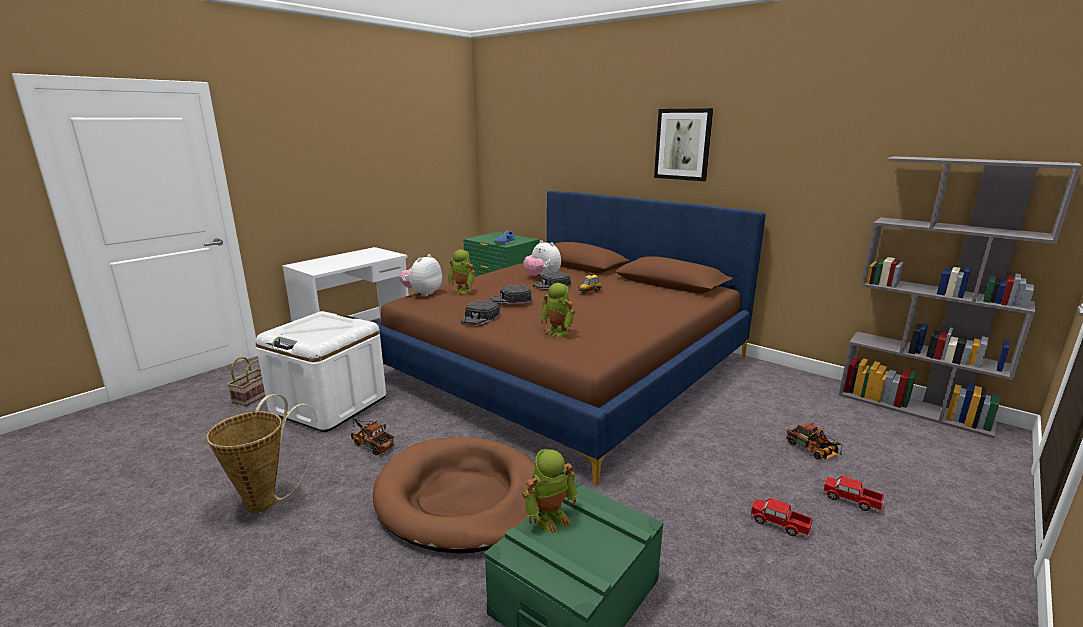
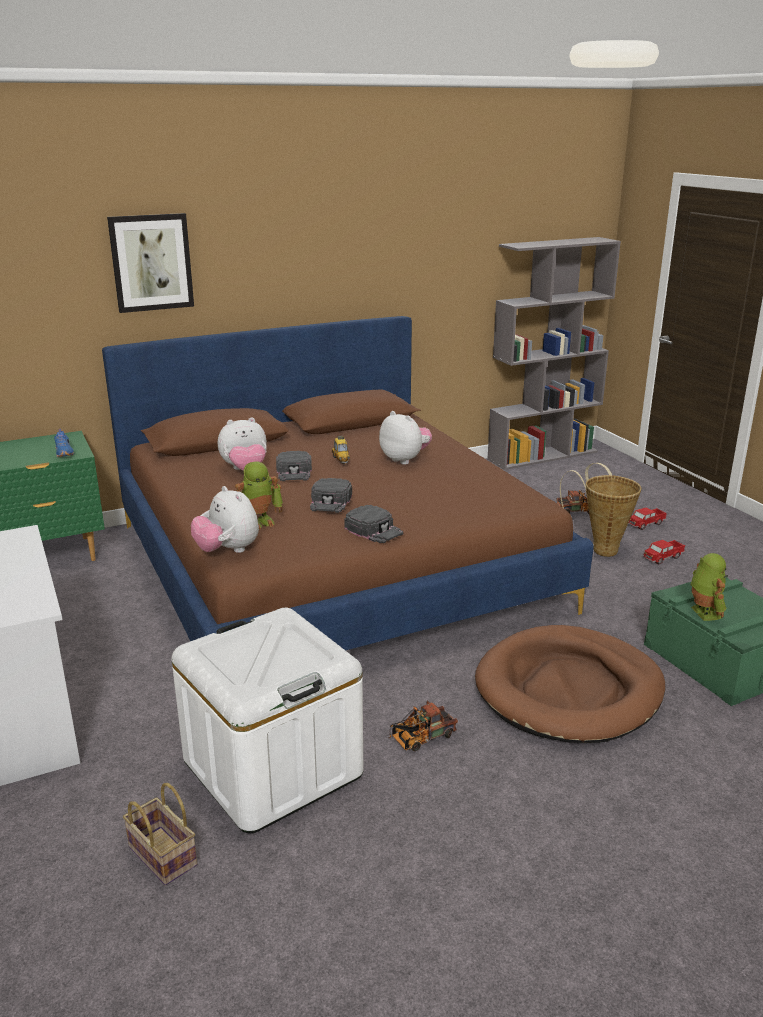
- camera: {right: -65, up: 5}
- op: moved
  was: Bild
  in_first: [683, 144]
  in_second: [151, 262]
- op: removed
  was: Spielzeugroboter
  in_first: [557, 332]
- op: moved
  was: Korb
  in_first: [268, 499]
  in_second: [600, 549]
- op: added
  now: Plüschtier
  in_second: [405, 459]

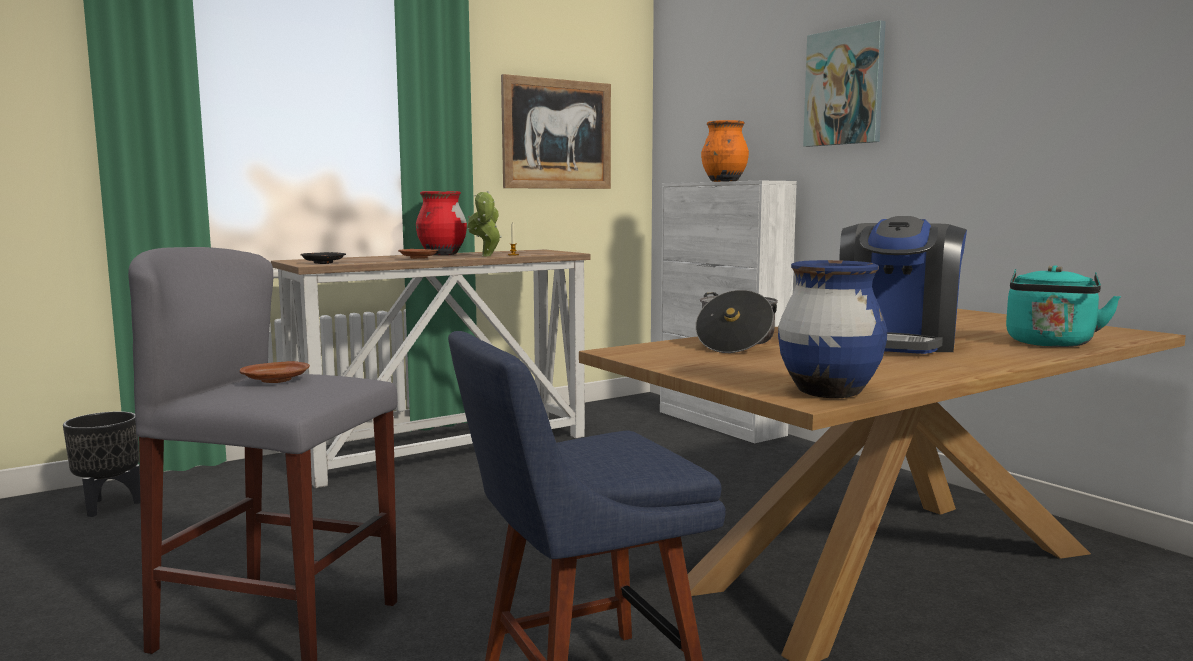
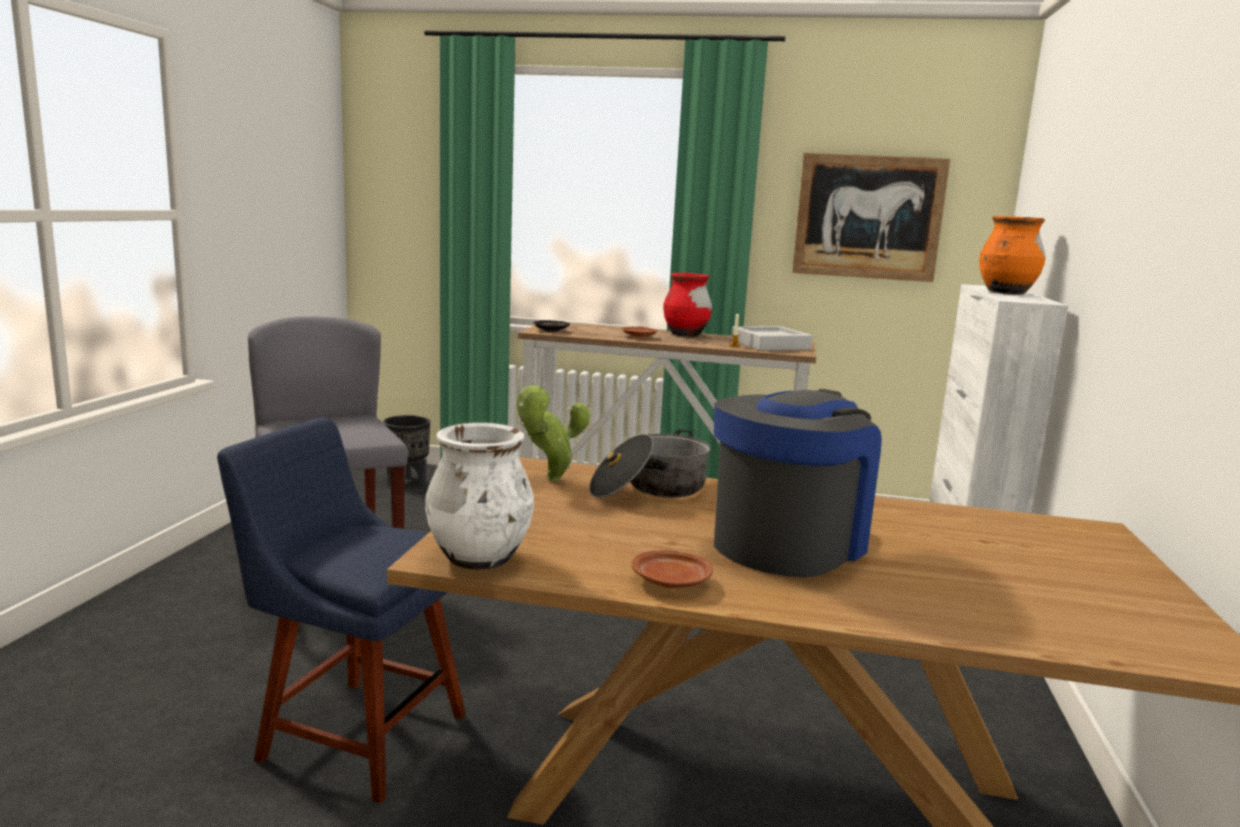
- camera: {right: 45, up: 5}
- op: removed
  was: Bild
  in_first: [844, 87]
- op: moved
  was: Topfpflanze
  in_first: [486, 256]
  in_second: [549, 480]
- op: turned
  was: Kaffeemaschine
  in_first: [896, 343]
  in_second: [788, 543]
  clockwise: 150
- op: recoloured
  was: Vase/blau
  now: Vase/weiß
  in_first: [828, 392]
  in_second: [479, 559]
- op: removed
  was: Wasserkessel/türkis
  in_first: [1050, 344]
- op: moved
  was: Teller/braun
  in_first: [277, 381]
  in_second: [672, 582]
- op: added
  now: Tablett/grau
  in_second: [770, 345]

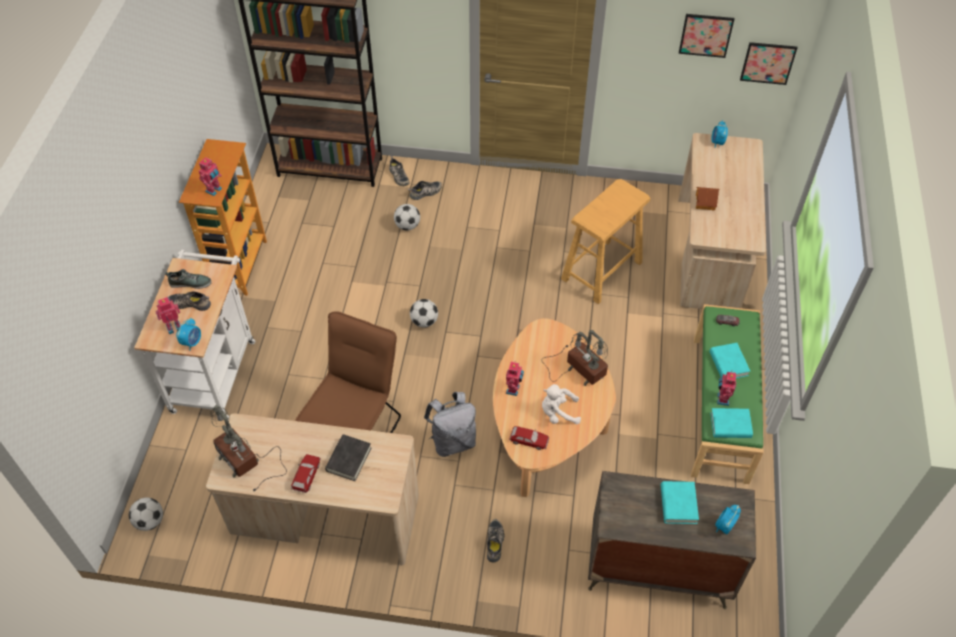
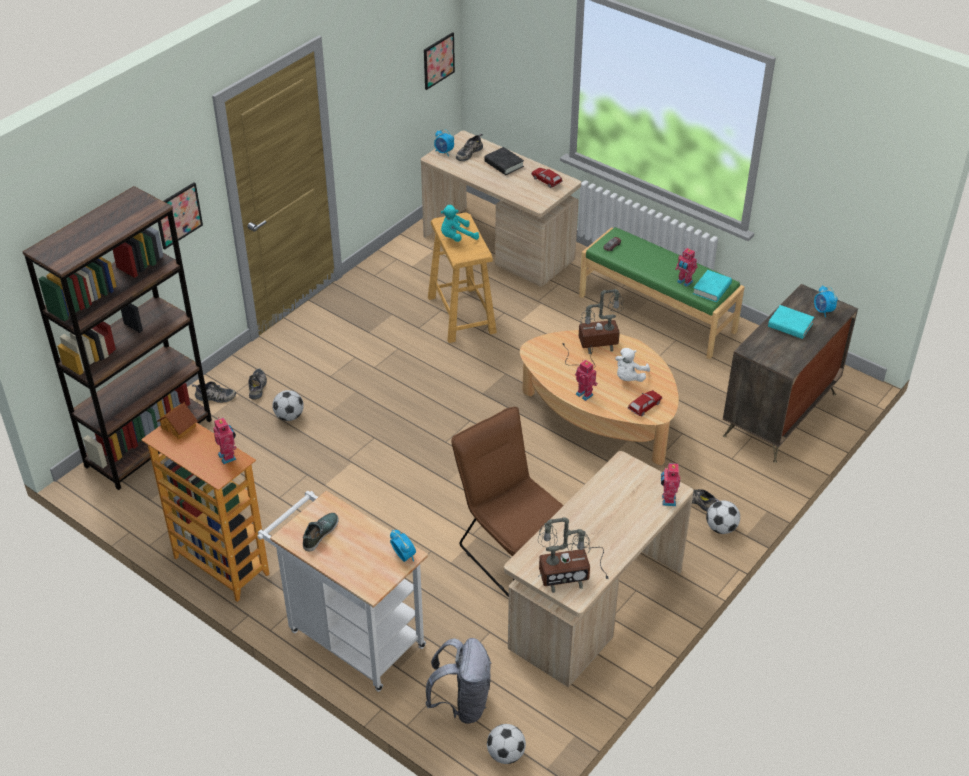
- camera: {right: -60, up: -10}
- op: moved
  was: Bild
  in_first: [706, 35]
  in_second: [178, 215]
- op: moved
  was: Spielzeughaus
  in_first: [705, 202]
  in_second: [179, 427]
- op: moved
  was: Schuh
  in_first: [190, 303]
  in_second: [468, 152]
- op: moved
  was: Spielzeugroboter
  in_first: [173, 326]
  in_second: [667, 500]
- op: moved
  was: Fußball
  in_first: [424, 321]
  in_second: [721, 528]
- op: removed
  was: Buch/türkis
  in_first: [728, 364]
- op: moved
  was: Rucksack/grau
  in_first: [452, 441]
  in_second: [462, 704]
- op: moved
  was: Buch/schwarz
  in_first: [349, 459]
  in_second: [504, 164]
- op: moved
  was: Spielzeugauto
  in_first: [306, 475]
  in_second: [546, 180]
- op: added
  now: Plüschtier/türkis
  in_second: [456, 238]

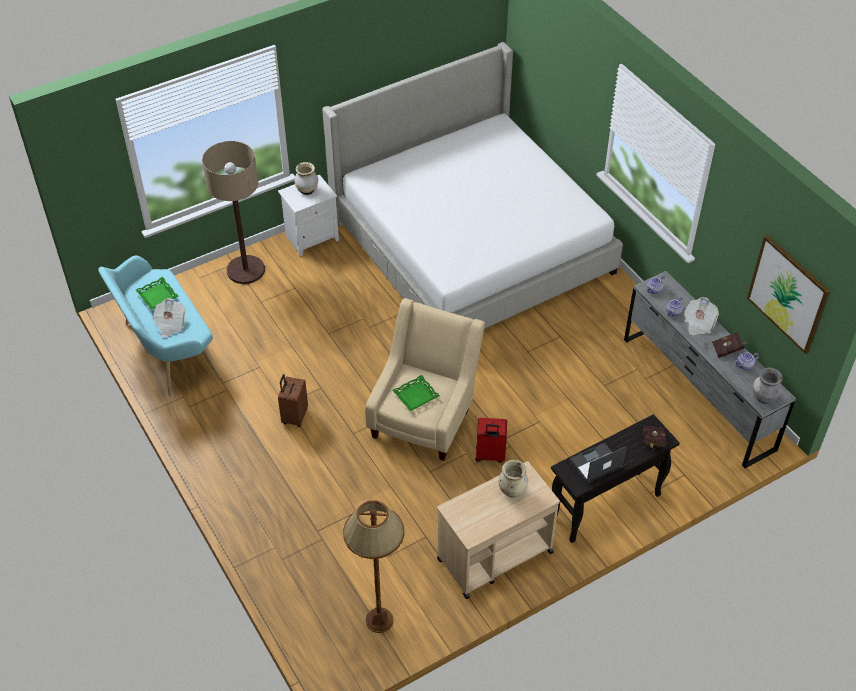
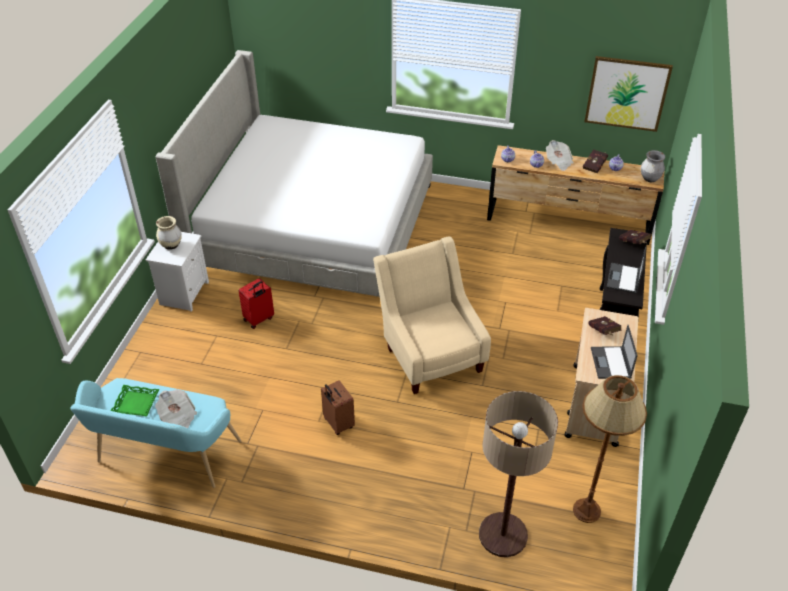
- camera: {right: -45, up: -5}
- op: moved
  was: Stehlampe
  in_first: [245, 270]
  in_second: [503, 535]
- op: recoloured
  was: Kommode/grau
  now: Kommode/braun
  in_first: [697, 393]
  in_second: [568, 222]
- op: removed
  was: Tablett/grün
  in_first: [416, 396]
- op: moved
  was: Koffer/rot
  in_first: [490, 456]
  in_second: [259, 319]
- op: replaced
  was: Vase/beige
  now: Buch/rot
  in_first: [512, 490]
  in_second: [603, 332]
- op: added
  now: Laptop
  in_second: [611, 363]

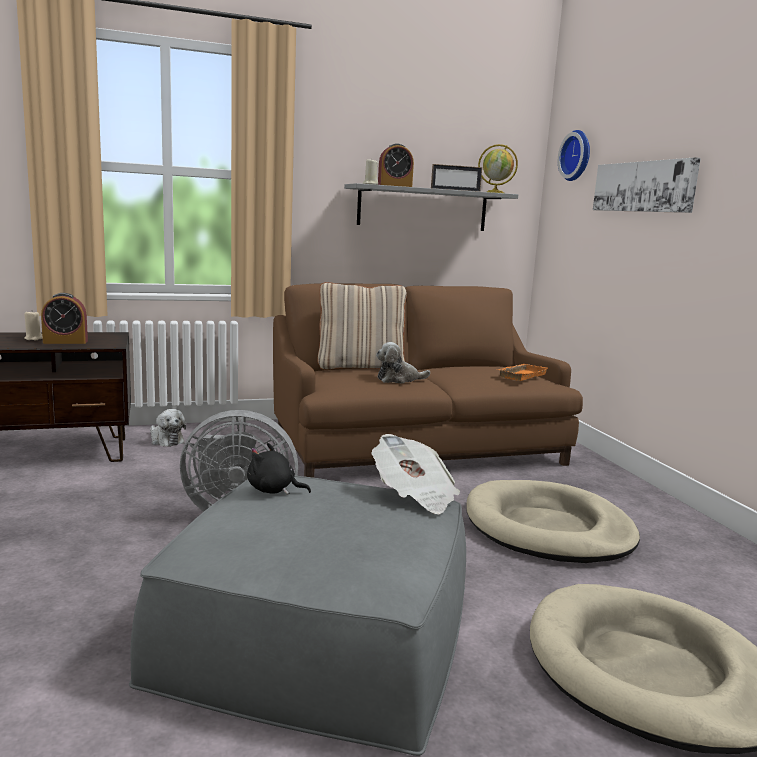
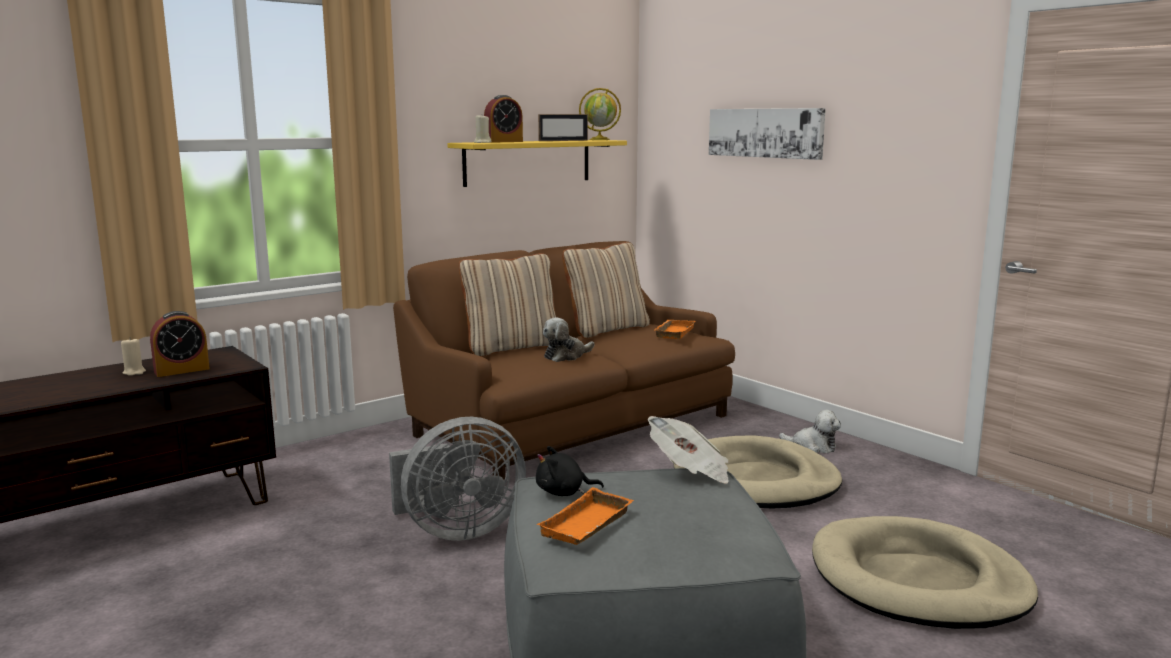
- camera: {right: -20, up: 0}
- op: removed
  was: Wanduhr
  in_first: [577, 156]
- op: recoloured
  was: Wandregal/grau
  now: Wandregal/gelb
  in_first: [423, 208]
  in_second: [528, 162]
- op: moved
  was: Plüschtier
  in_first: [166, 440]
  in_second: [812, 446]
- op: added
  now: Kissen/beige
  in_second: [606, 330]
- op: added
  now: Tablett/orange
  in_second: [588, 525]

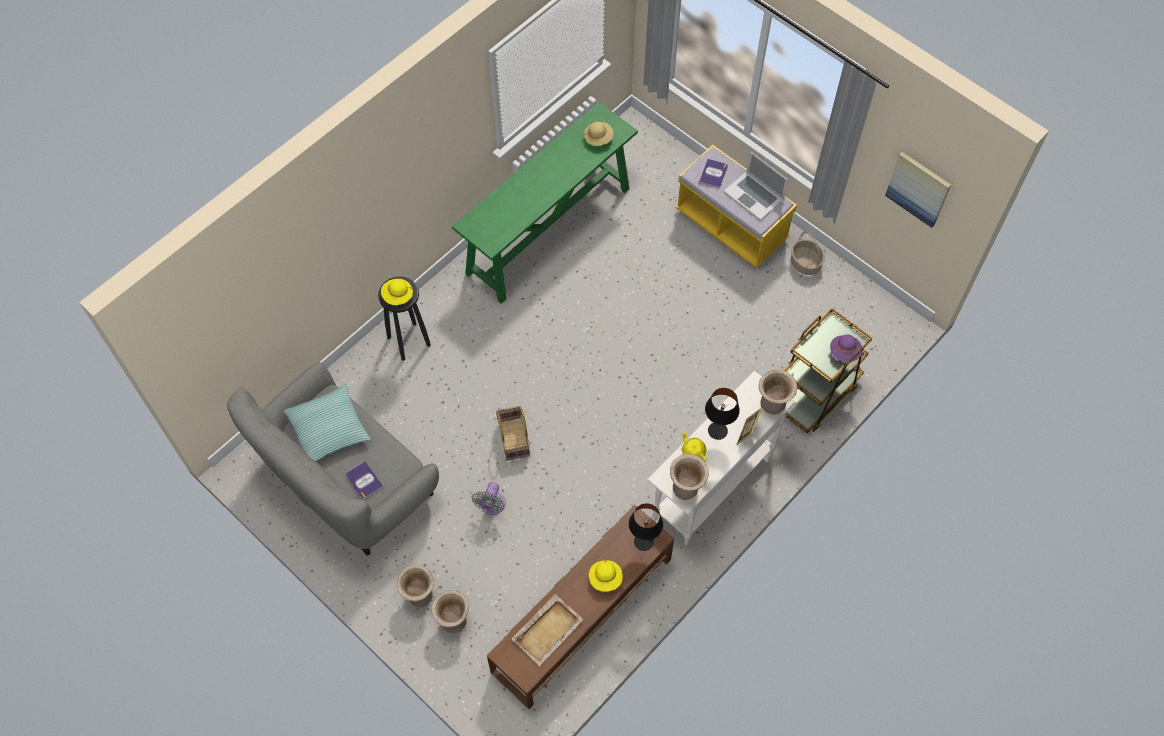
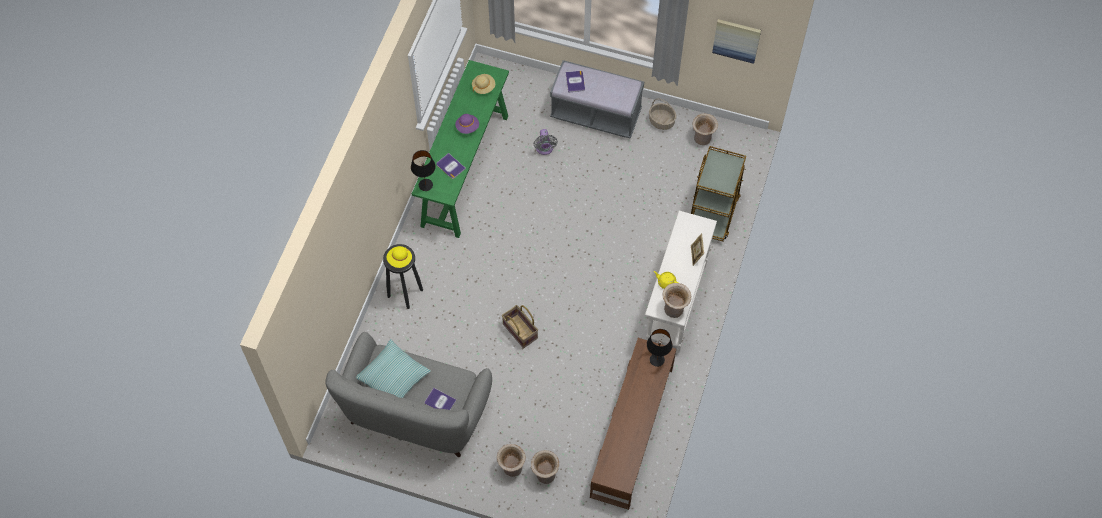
- camera: {right: -25, up: 0}
- op: recoloured
  was: Bank/gelb
  now: Bank/grau
  in_first: [731, 226]
  in_second: [596, 114]
- op: removed
  was: Laptop
  in_first: [754, 195]
- op: moved
  was: Hut/lila
  in_first: [844, 352]
  in_second: [467, 127]
- op: moved
  was: Vase/beige
  in_first: [773, 405]
  in_second: [703, 139]
- op: moved
  was: Tischlampe/schwarz
  in_first: [718, 431]
  in_second: [426, 185]
- op: moved
  was: Ventilator/grau
  in_first: [492, 506]
  in_second: [544, 149]
- op: removed
  was: Hut/gelb
  in_first: [605, 578]
- op: removed
  was: Tablett/beige
  in_first: [548, 630]
- op: added
  now: Buch
  in_second: [450, 166]

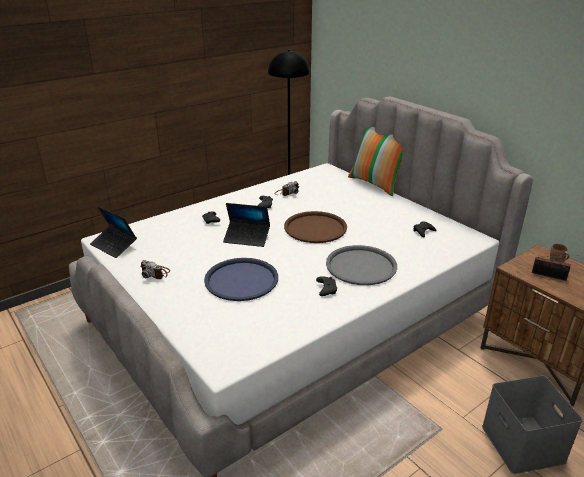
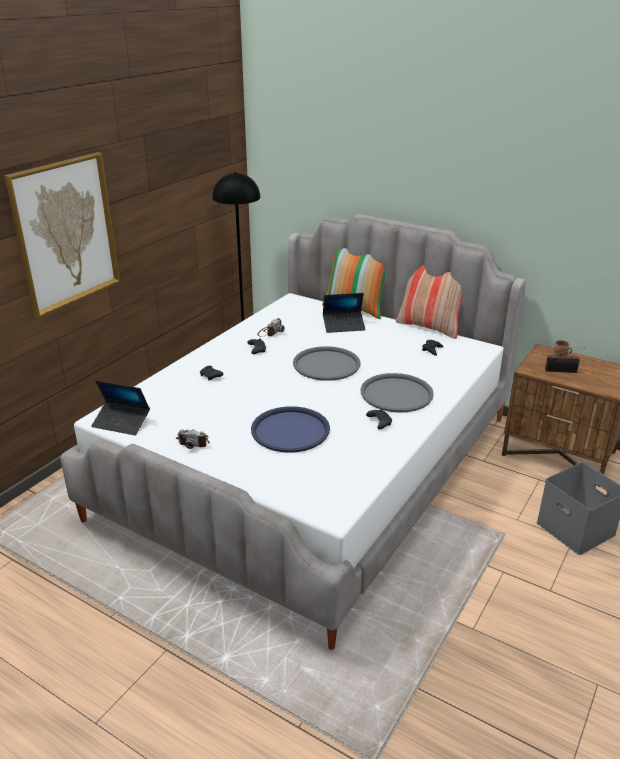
- camera: {right: -20, up: 0}
- op: moved
  was: Laptop
  in_first: [247, 238]
  in_second: [343, 326]
- op: recoloured
  was: Tablett/braun
  now: Tablett/grau
  in_first: [315, 228]
  in_second: [326, 364]
- op: added
  now: Bild
  in_second: [65, 233]
- op: added
  now: Kissen
  in_second: [429, 327]

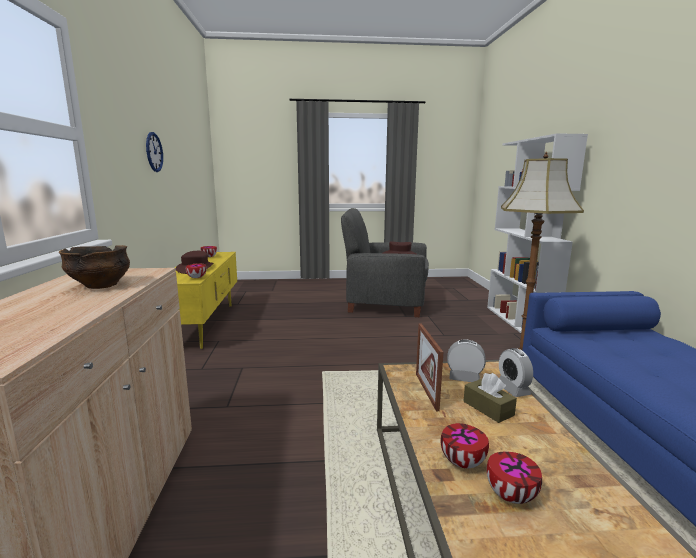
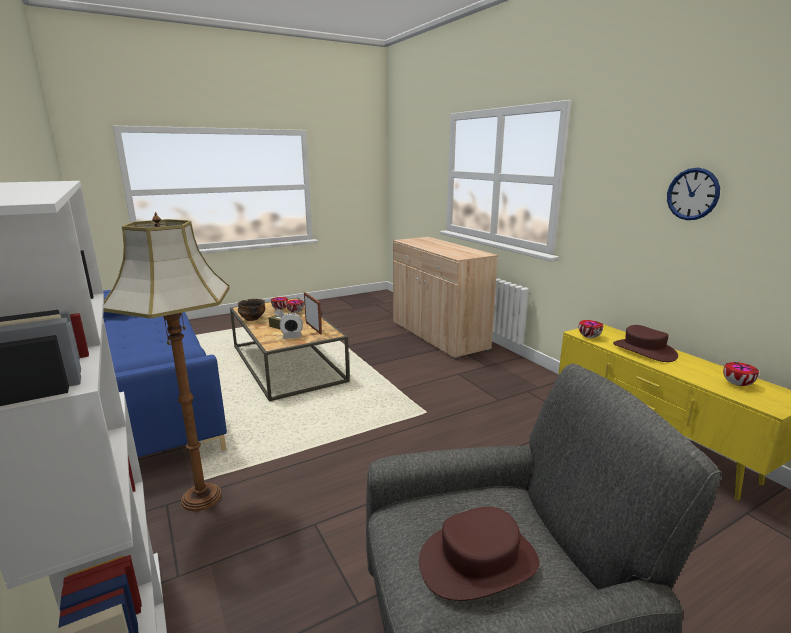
- camera: {right: 155, up: 5}
- op: moved
  was: Schüssel
  in_first: [101, 285]
  in_second: [252, 319]
- op: removed
  was: Wecker
  in_first: [512, 389]

